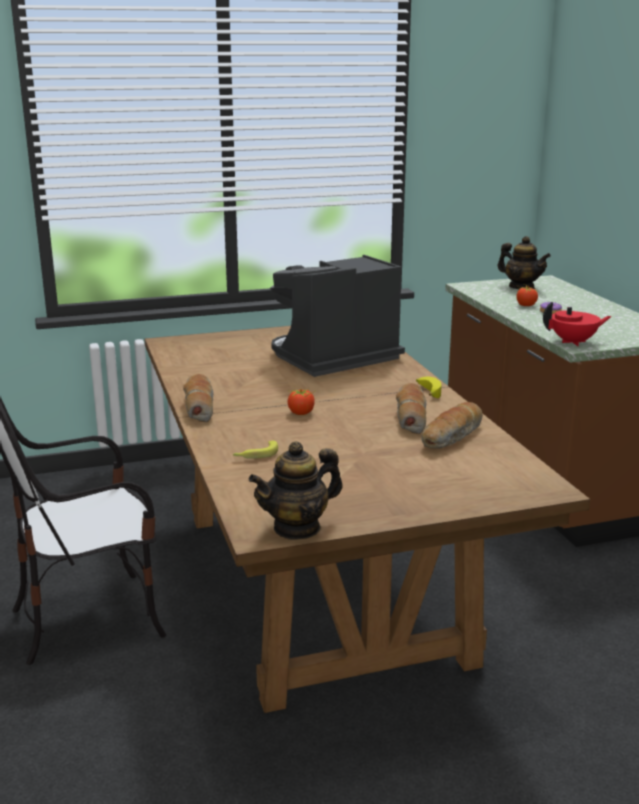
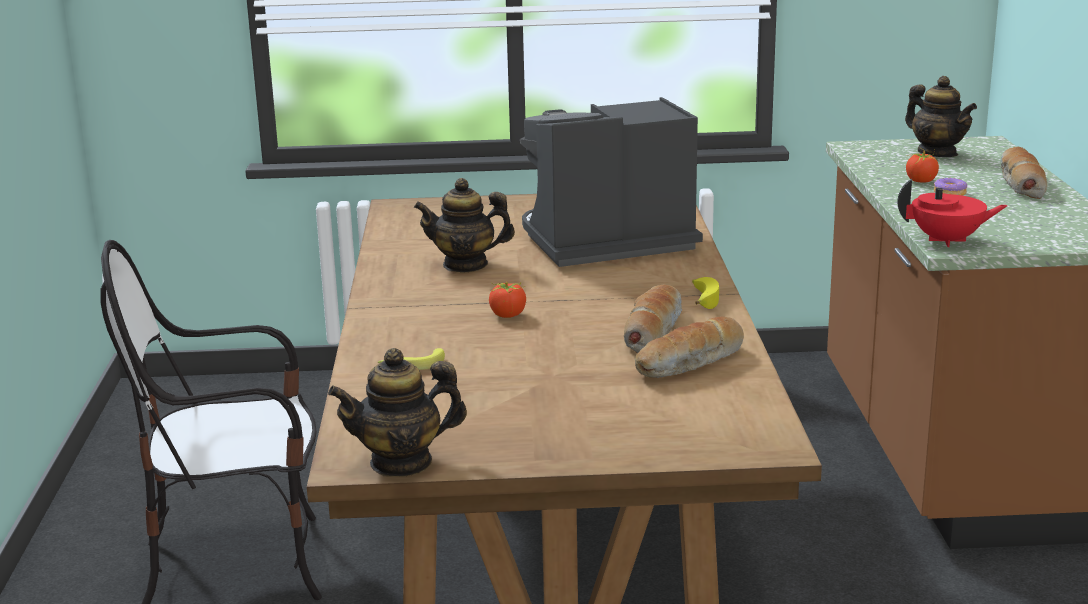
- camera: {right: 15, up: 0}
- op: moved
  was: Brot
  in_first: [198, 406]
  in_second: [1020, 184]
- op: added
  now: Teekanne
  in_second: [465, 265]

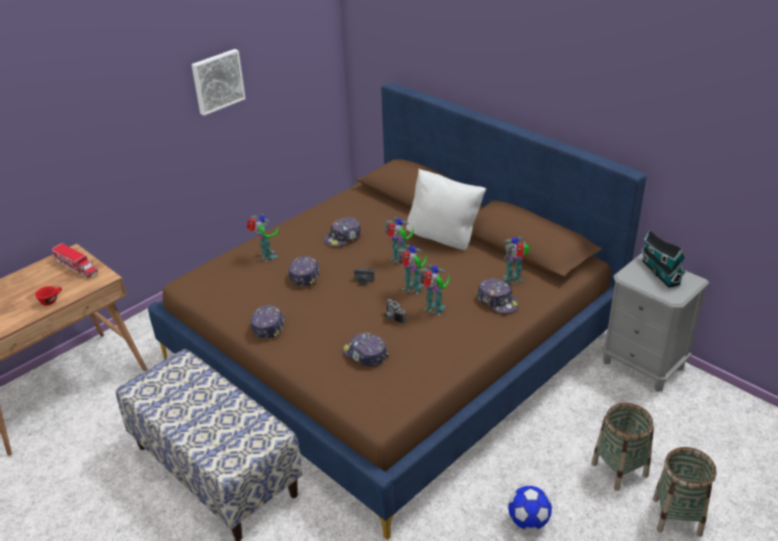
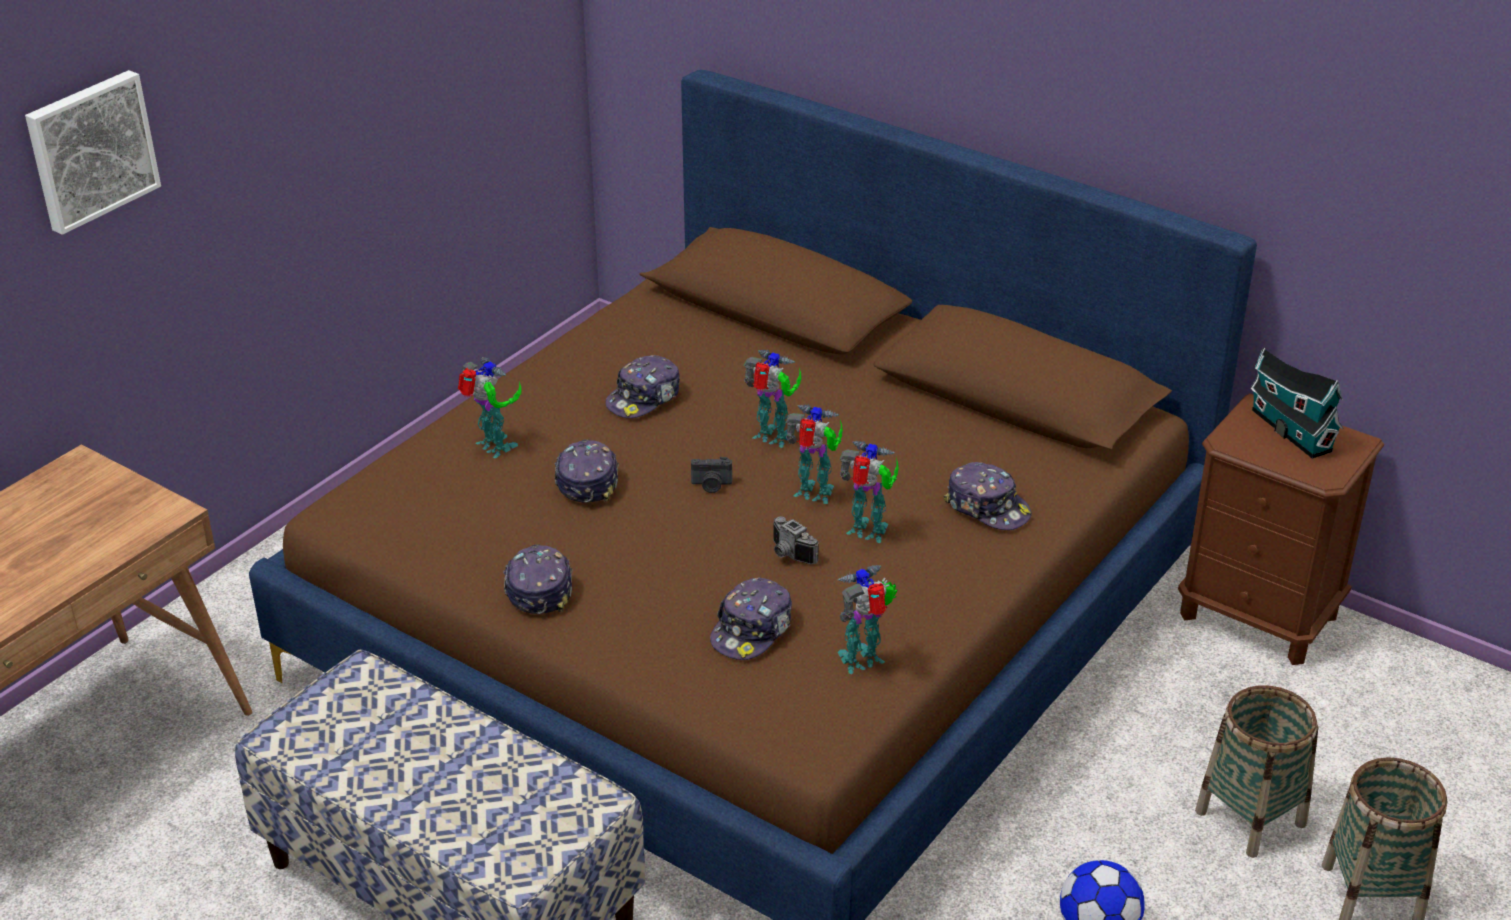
- camera: {right: -10, up: 0}
- op: moved
  was: Bild
  in_first: [217, 81]
  in_second: [90, 150]
- op: removed
  was: Kissen/weiß
  in_first: [444, 239]
- op: moved
  was: Spielzeugroboter
  in_first: [514, 280]
  in_second: [864, 661]
- op: removed
  was: Spielzeuglaster
  in_first: [77, 267]
- op: recoloured
  was: Nachttisch/grau
  now: Nachttisch/braun
  in_first: [643, 365]
  in_second: [1259, 616]
- op: removed
  was: Tasse/rot
  in_first: [51, 300]
- op: turned
  was: Kappe
  in_first: [365, 354]
  in_second: [752, 630]
  clockwise: -90

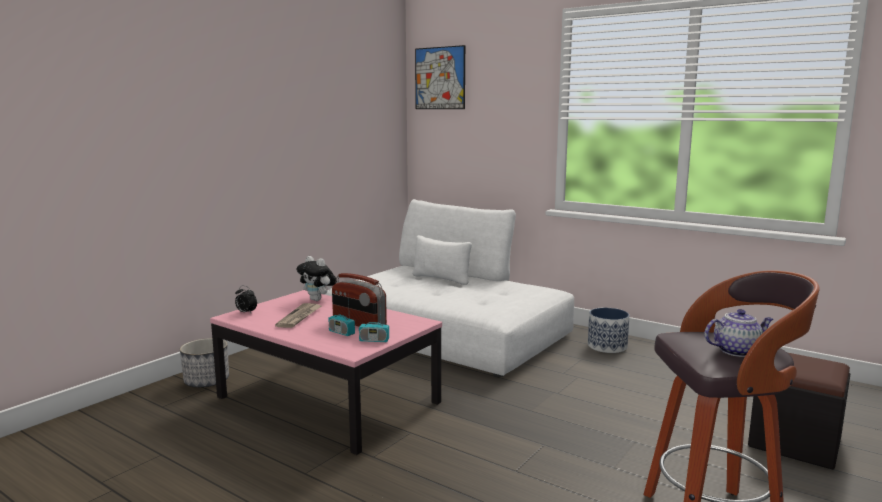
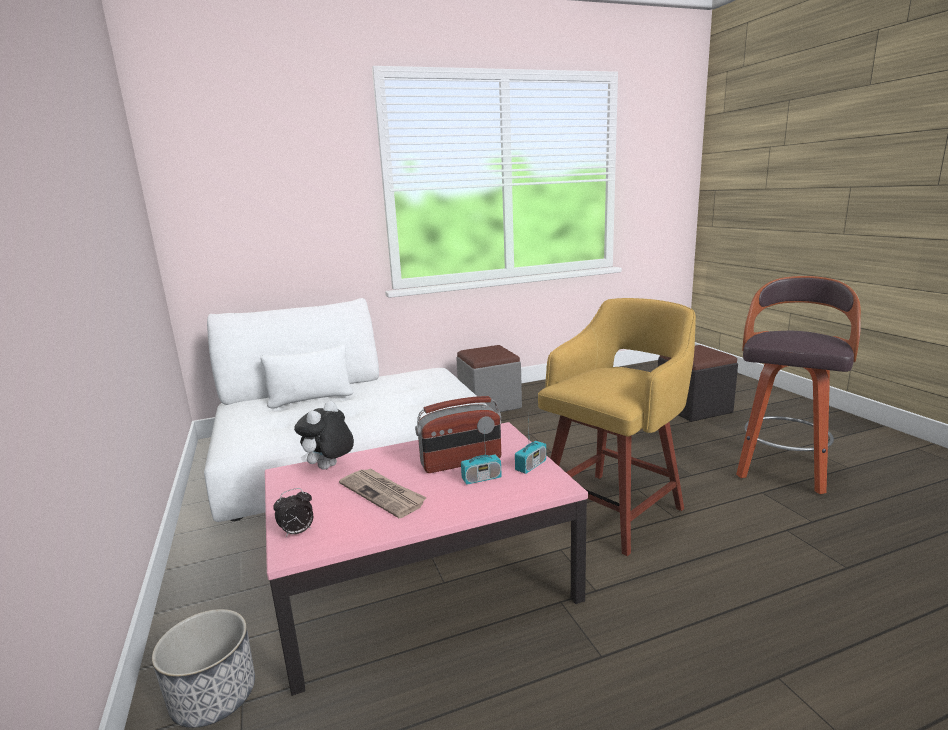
- camera: {right: -55, up: 5}
- op: removed
  was: Bild
  in_first: [440, 78]
- op: turned
  was: Plüschtier
  in_first: [318, 300]
  in_second: [329, 468]
  clockwise: 135
- op: replaced
  was: Pflanzkübel
  now: Polsterhocker/grau
  in_first: [607, 346]
  in_second: [489, 404]
- op: removed
  was: Teekanne
  in_first: [737, 351]
- op: added
  now: Hocker/gelb
  in_second: [614, 509]

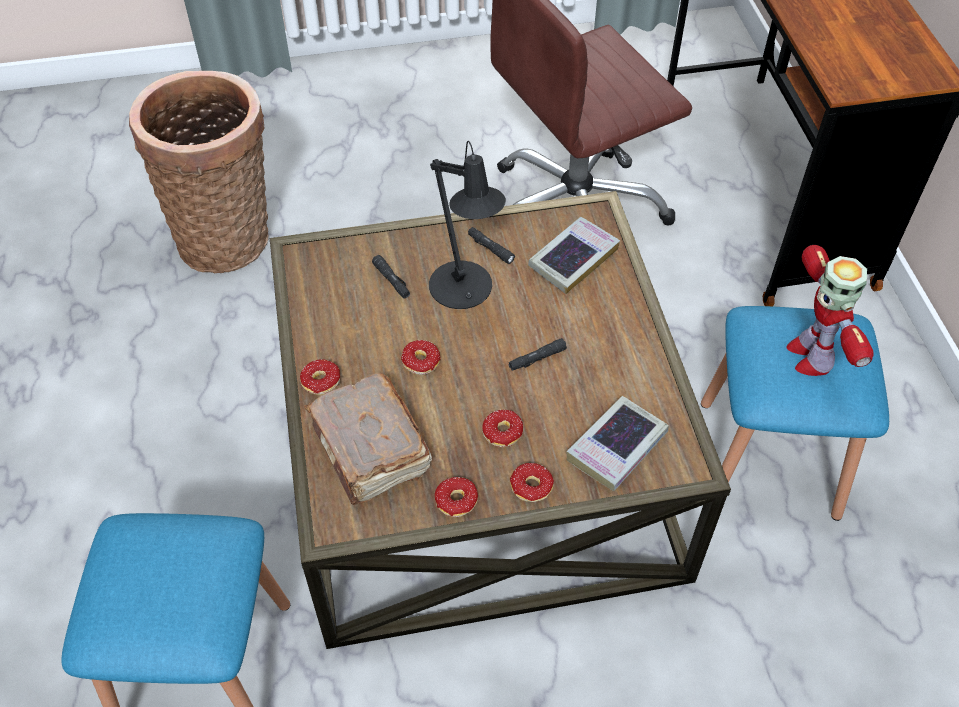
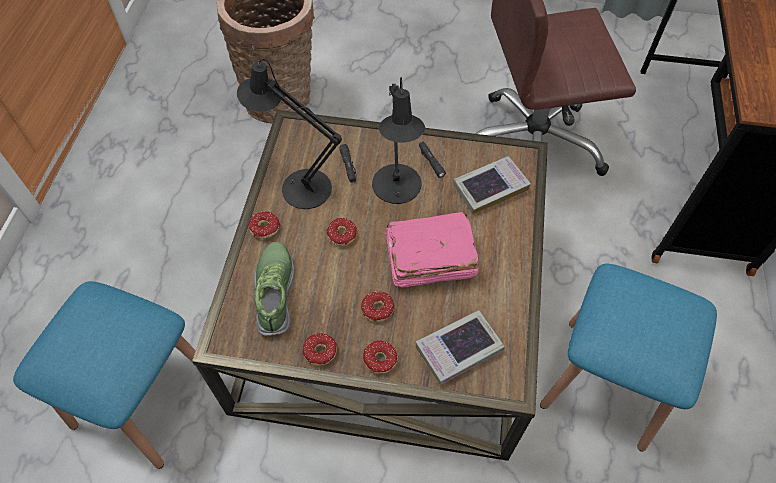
- camera: {right: 20, up: 5}
- op: removed
  was: Spielzeugroboter
  in_first: [810, 355]
- op: replaced
  was: Taschenlampe/schwarz
  now: Buch/rosa
  in_first: [537, 359]
  in_second: [428, 259]
- op: replaced
  was: Buch/braun
  now: Schuh
  in_first: [370, 451]
  in_second: [275, 292]
- op: added
  now: Tischlampe/schwarz
  in_second: [299, 186]

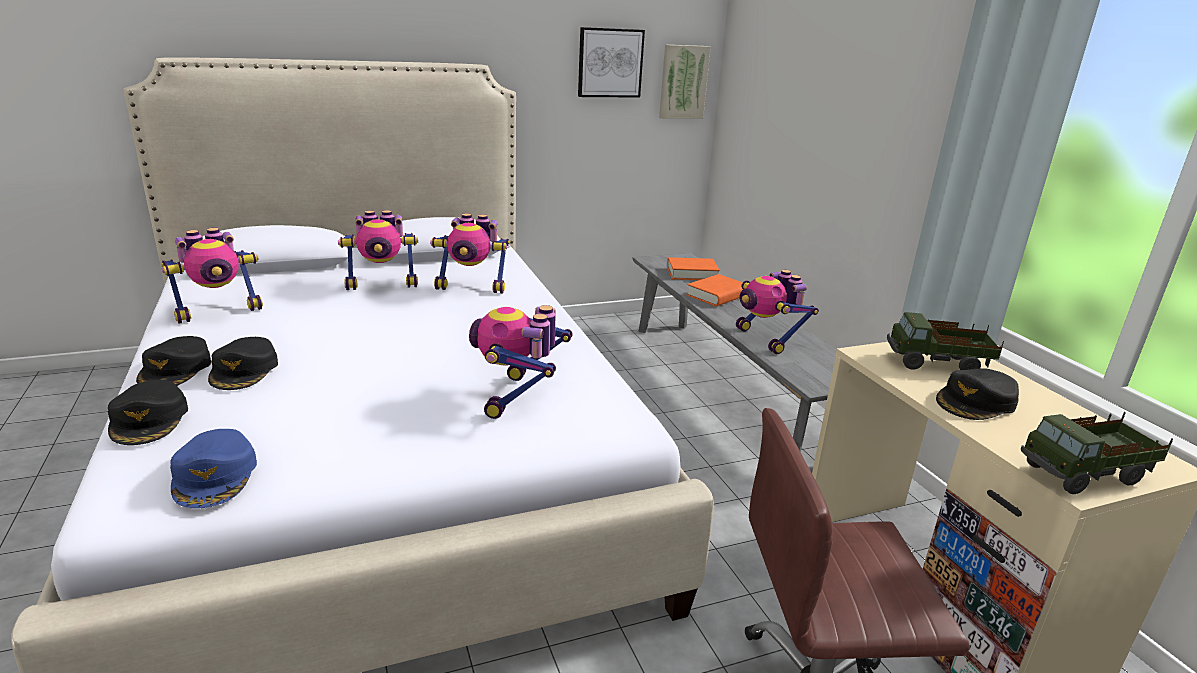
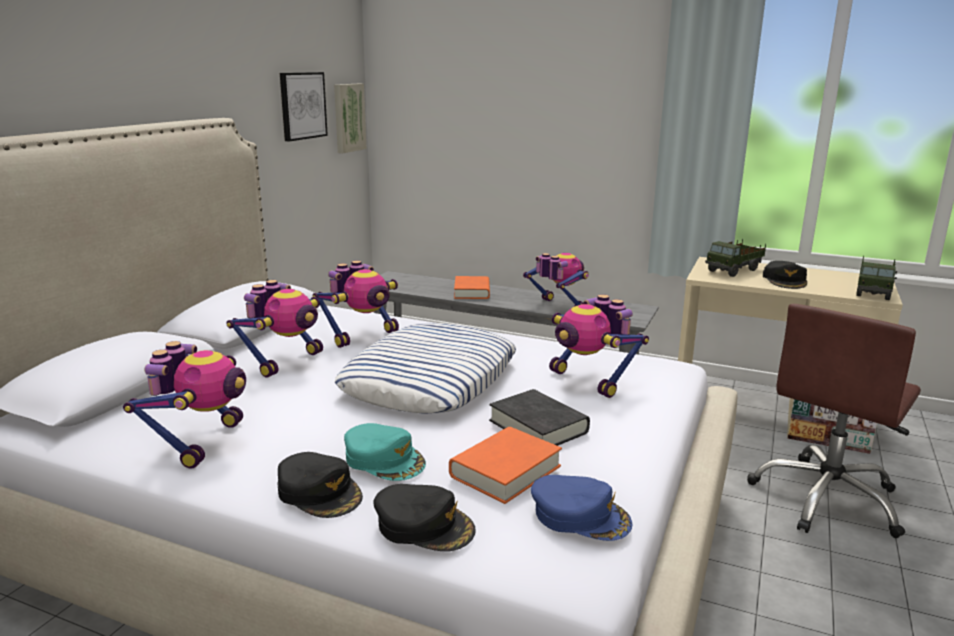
- camera: {right: -45, up: -5}
- op: moved
  was: Buch/orange
  in_first: [692, 273]
  in_second: [505, 471]
- op: turned
  was: Spielzeugroboter
  in_first: [766, 339]
  in_second: [557, 307]
  clockwise: -150
- op: recoloured
  was: Kappe/schwarz
  now: Kappe/türkis
  in_first: [244, 370]
  in_second: [384, 459]
- op: added
  now: Kissen
  in_second: [430, 379]
- op: added
  now: Buch/schwarz
  in_second: [538, 426]

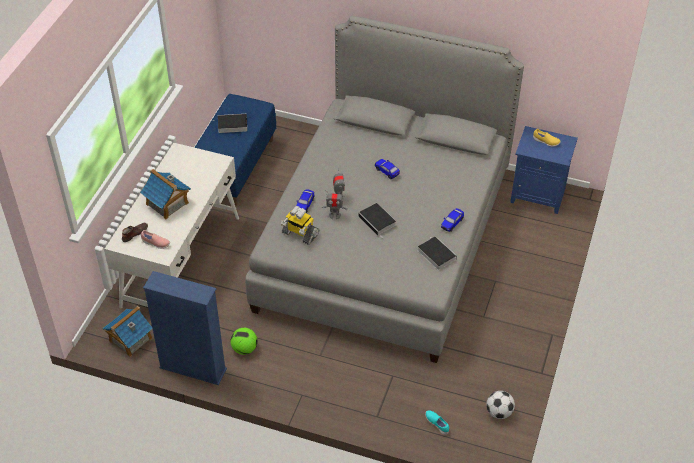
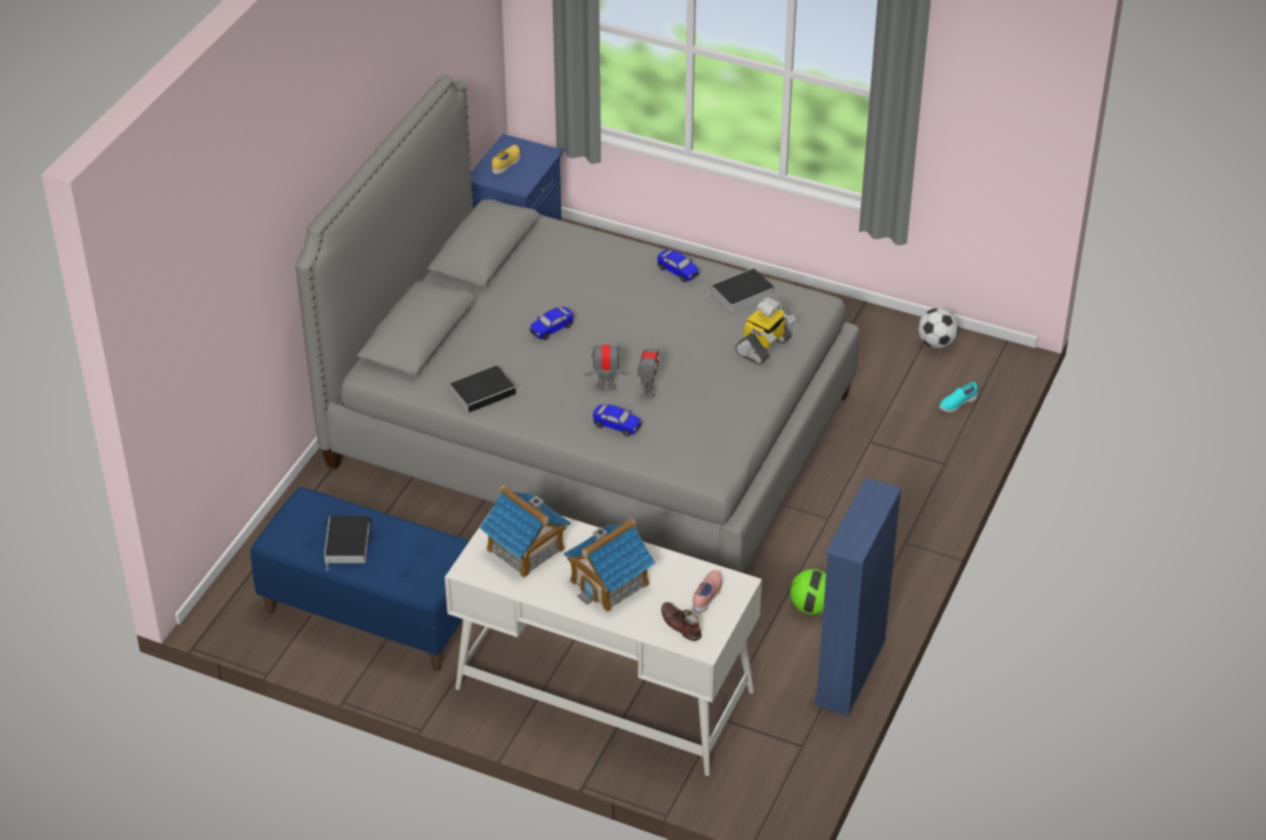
- camera: {right: -85, up: -5}
- op: moved
  was: Buch
  in_first: [378, 221]
  in_second: [484, 391]
- op: moved
  was: Spielzeugroboter
  in_first: [300, 234]
  in_second: [764, 347]
- op: moved
  was: Spielzeughaus
  in_first: [130, 339]
  in_second: [525, 550]

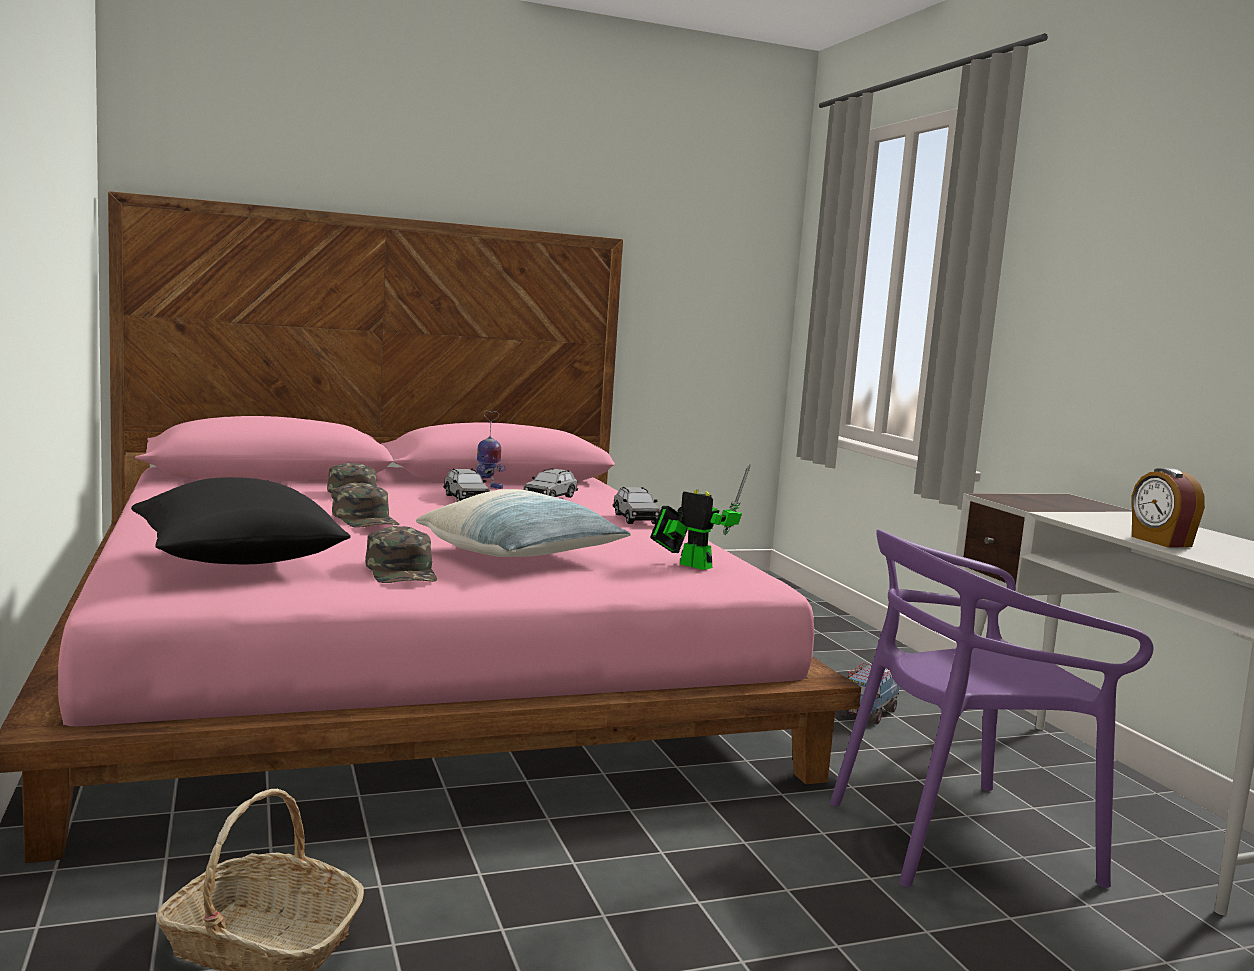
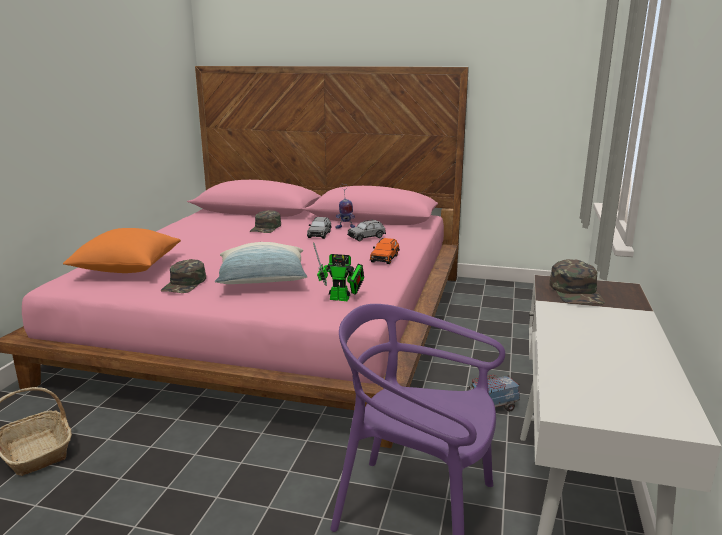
- camera: {right: 35, up: 10}
- op: turned
  was: Spielzeugroboter
  in_first: [691, 565]
  in_second: [342, 299]
  clockwise: 120
- op: removed
  was: Wecker
  in_first: [1160, 542]
- op: recoloured
  was: Kissen/schwarz
  now: Kissen/orange
  in_first: [238, 560]
  in_second: [127, 268]
- op: moved
  was: Kappe/grün
  in_first: [366, 519]
  in_second: [576, 292]
- op: recoloured
  was: Spielzeugauto/grau
  now: Spielzeugauto/orange
  in_first: [636, 519]
  in_second: [384, 258]

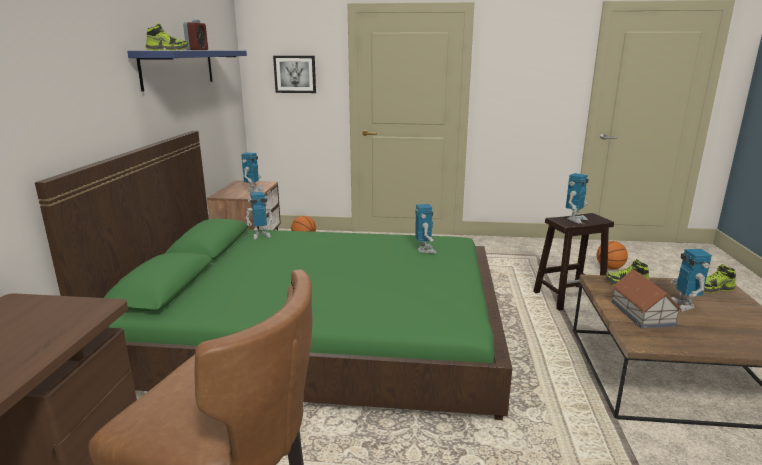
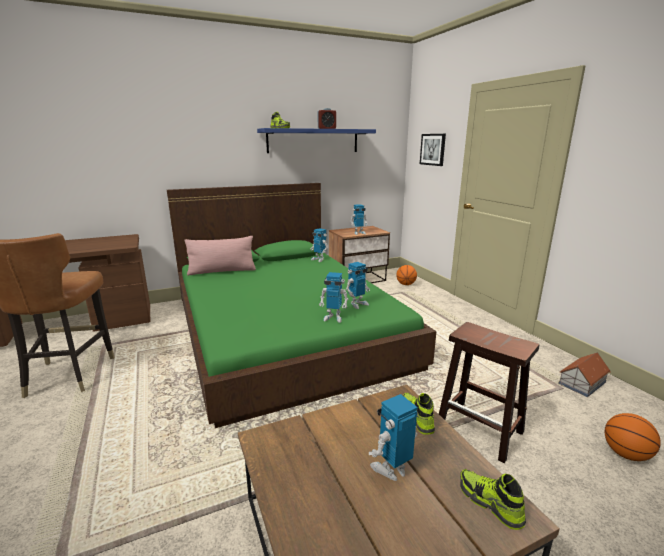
- camera: {right: 60, up: 0}
- op: moved
  was: Spielzeugroboter
  in_first: [575, 219]
  in_second: [333, 318]
- op: moved
  was: Spielzeughaus
  in_first: [642, 314]
  in_second: [581, 383]
- op: added
  now: Kissen/rosa
  in_second: [222, 271]

